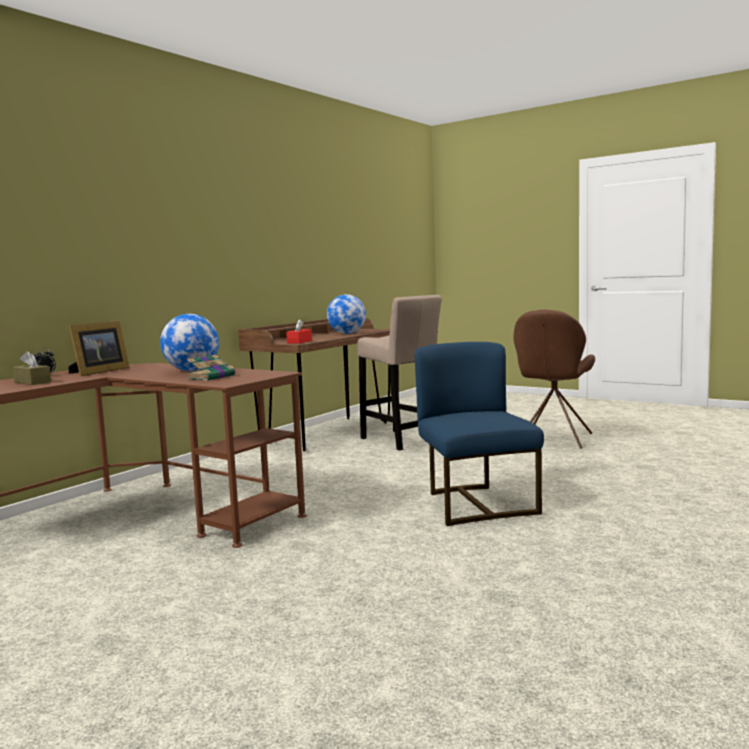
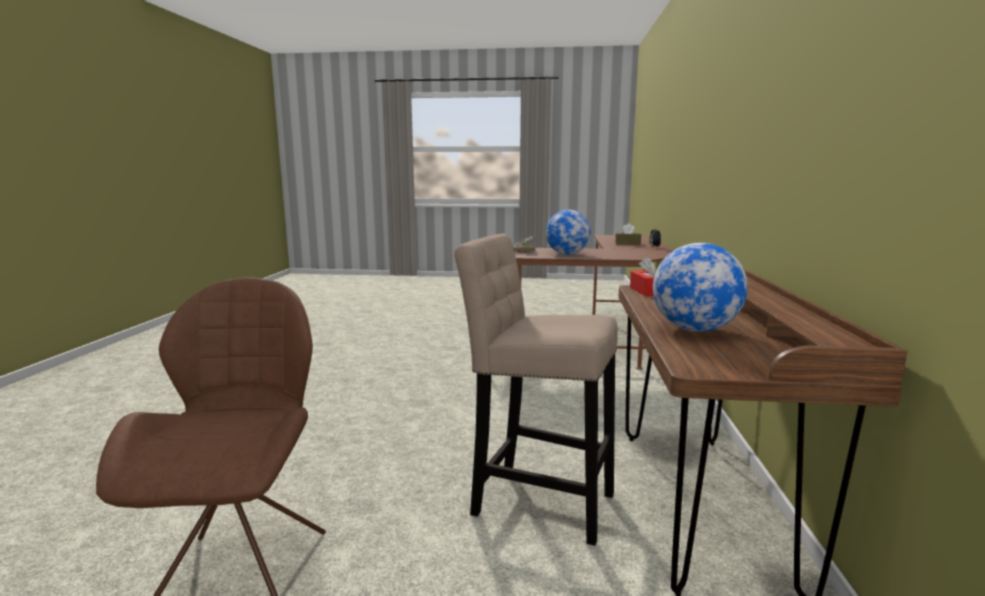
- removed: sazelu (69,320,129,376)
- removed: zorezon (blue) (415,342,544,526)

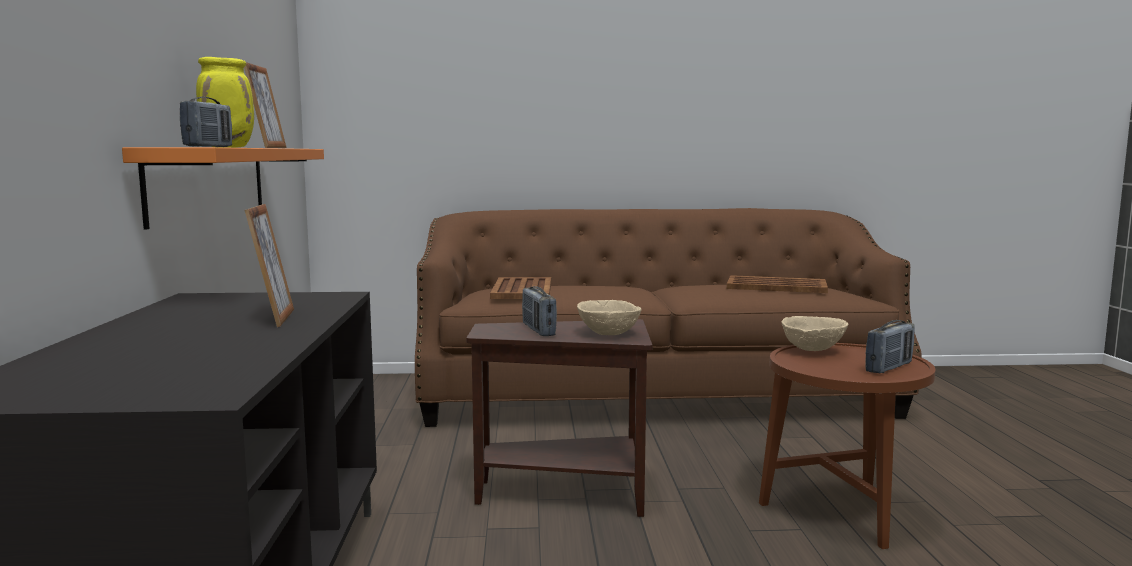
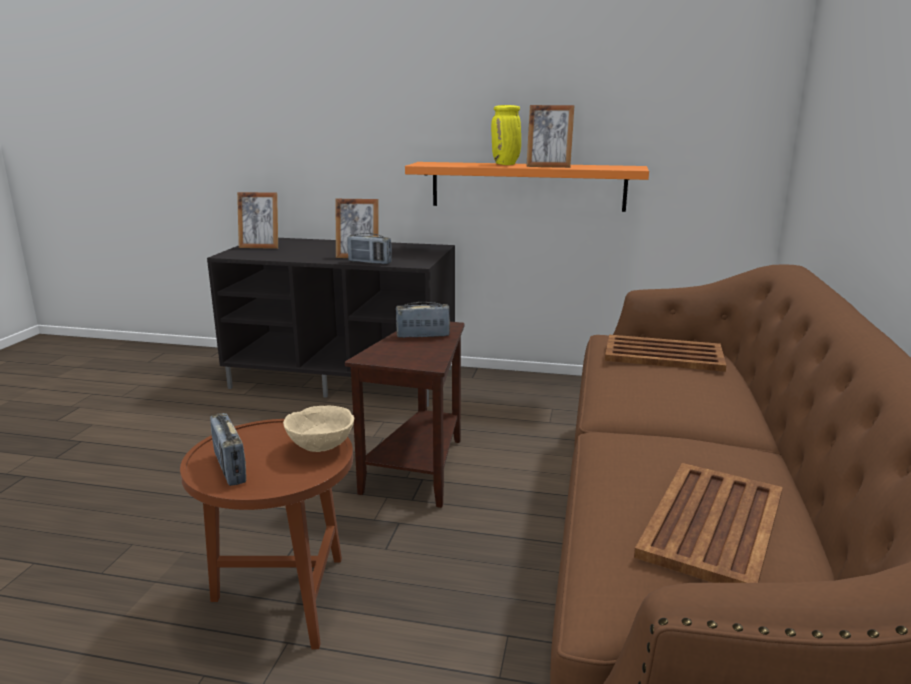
- added: sazelu (237,192,278,249)
- moved: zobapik (180,97,232,147) to (347,233,392,264)
- removed: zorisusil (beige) (577,300,642,335)

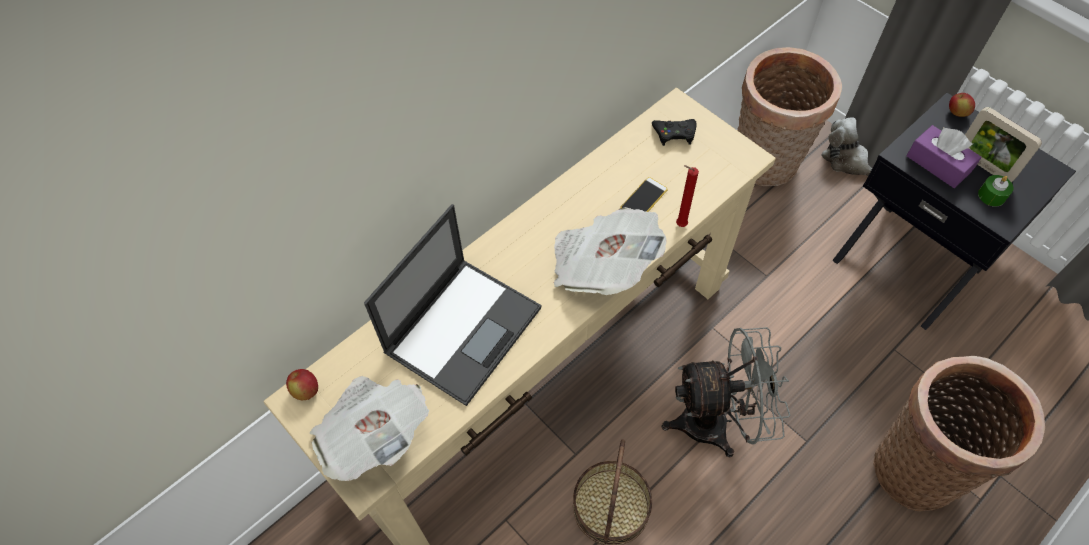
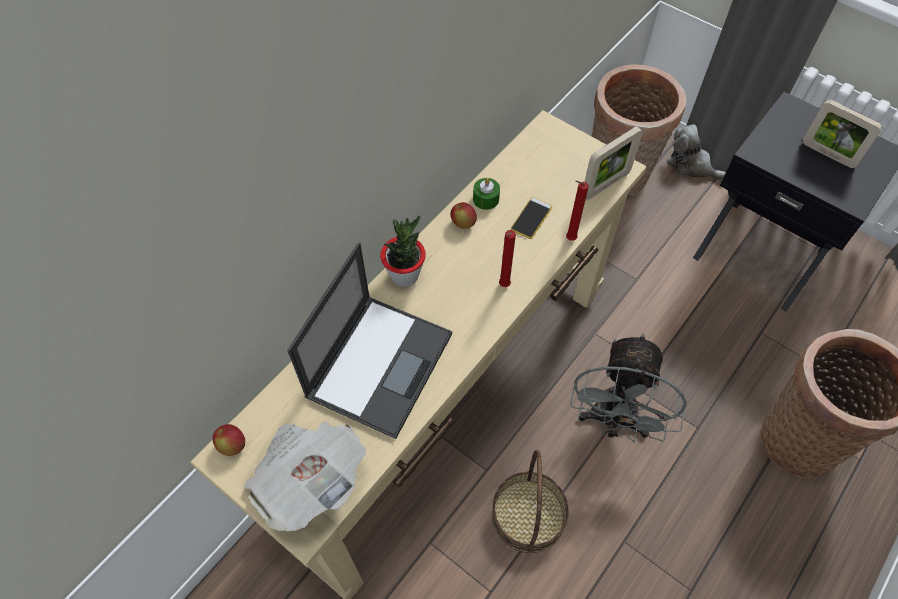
- added: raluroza (380,215,426,287)
- moved: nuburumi (949,93,975,117) to (451,202,477,229)
- moved: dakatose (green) (978,175,1014,207) to (473,178,500,210)
- replaced: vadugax (554,207,667,295) to dakatose (red) (499,230,516,287)
- turned: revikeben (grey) (661,327,791,458) = (570,333,687,442) 120 degrees clockwise
- added: sazelu (584,126,643,200)
- removed: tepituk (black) (652,119,696,146)
- removed: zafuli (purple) (906,125,981,188)

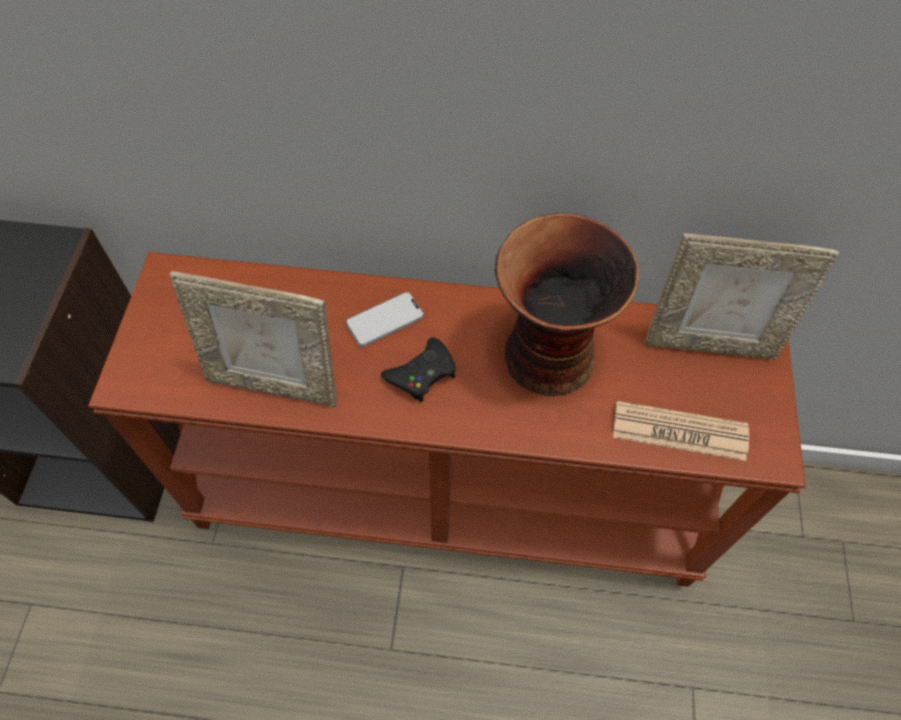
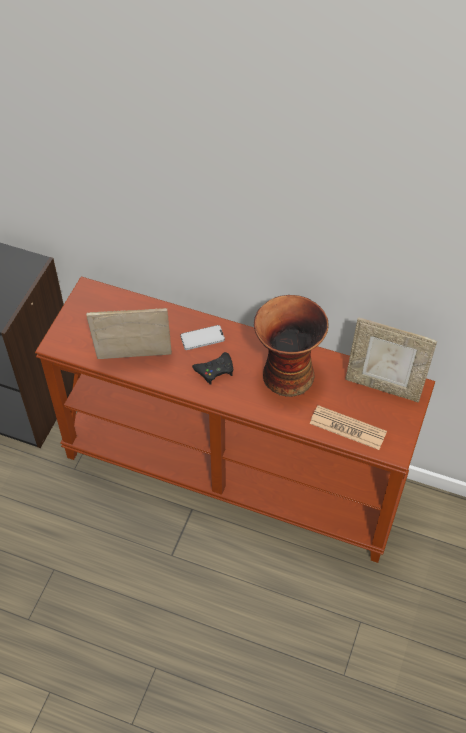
- turned: sazelu (169,271,337,407) = (86,308,172,359) 150 degrees clockwise

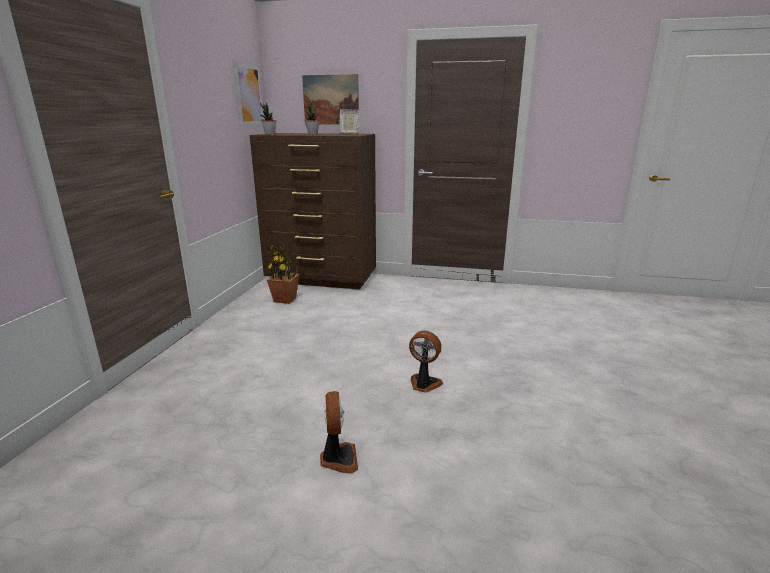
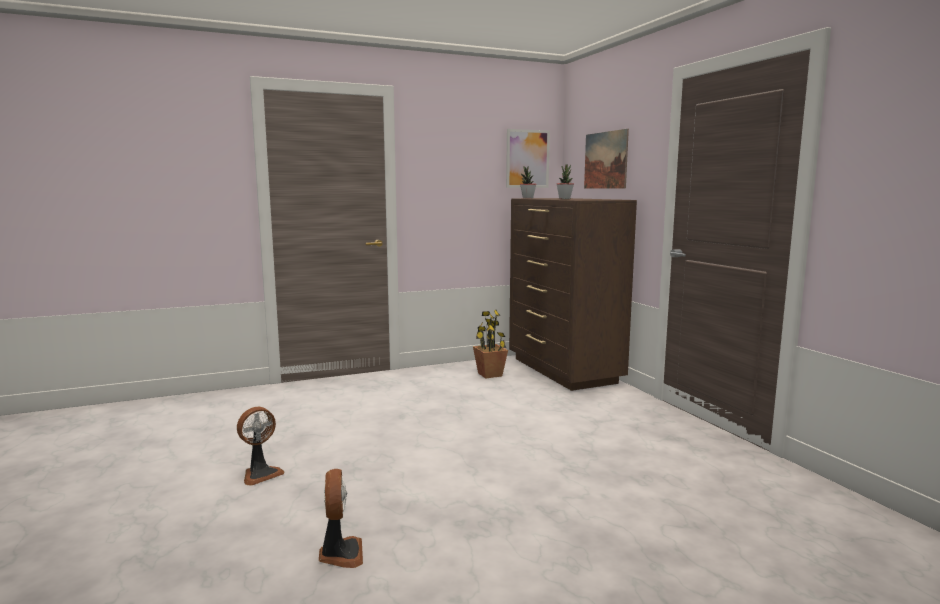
- moved: revikeben (409,330,443,393) to (319,469,363,568)
- removed: sazelu (339,109,360,134)

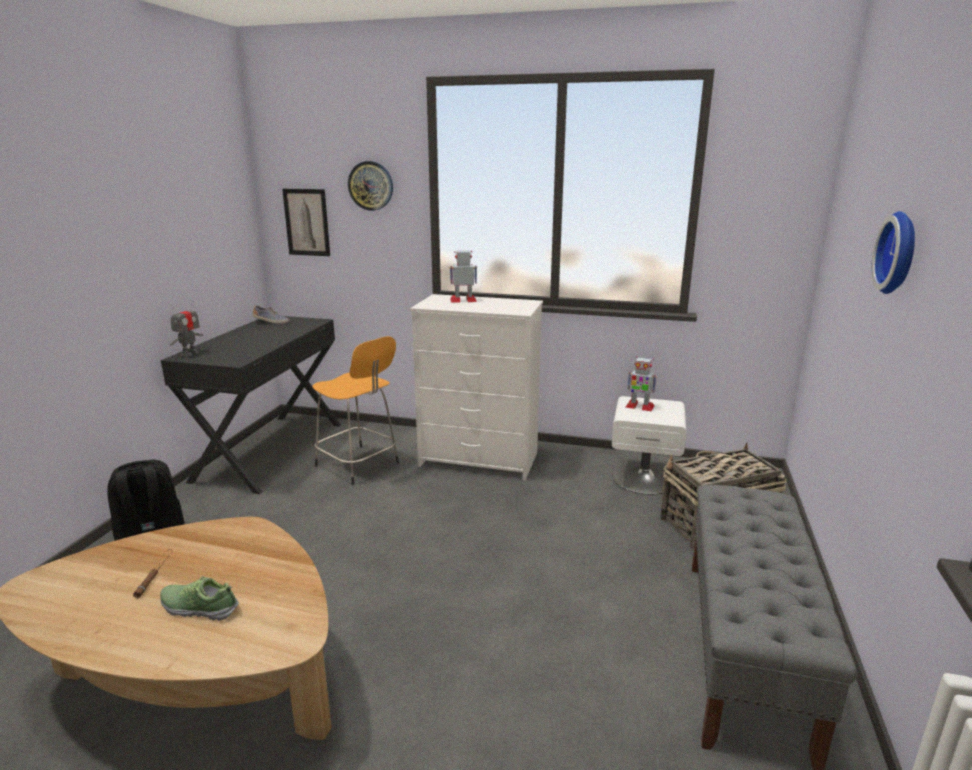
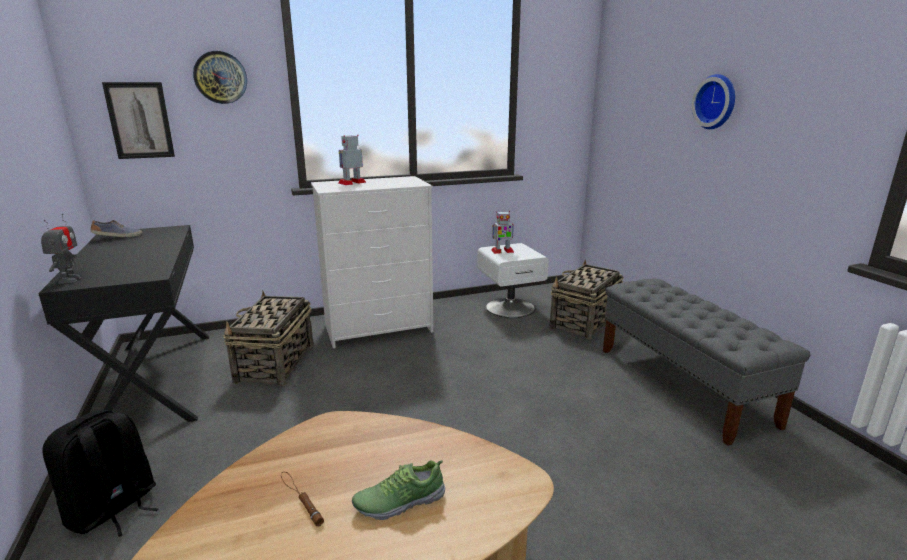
- replaced: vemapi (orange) (312,336,399,485) to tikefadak (223,291,313,386)

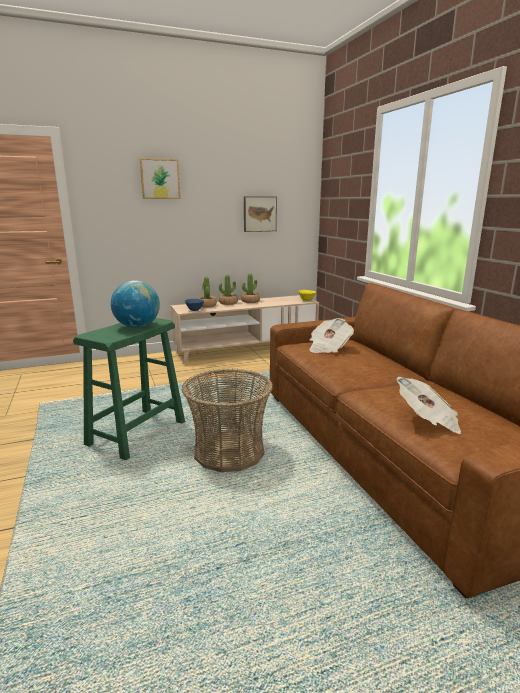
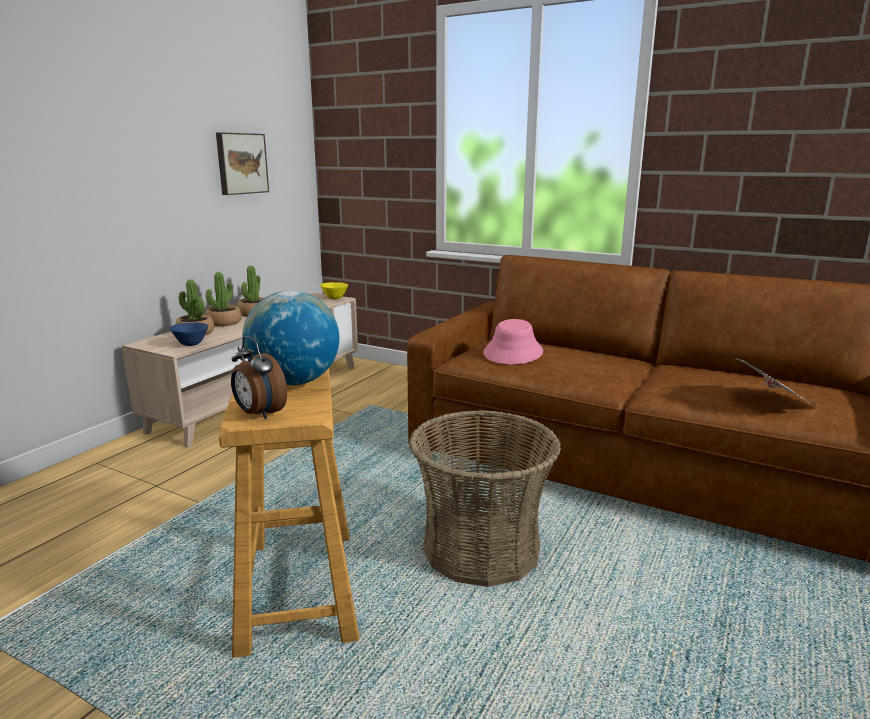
- recoloured: vemapi (green) (73,318,185,460) to vemapi (beige) (219,368,359,658)
- added: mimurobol (231,336,287,420)
- replaced: vadugax (309,318,354,353) to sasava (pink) (483,319,543,365)
- removed: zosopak (140,158,180,199)

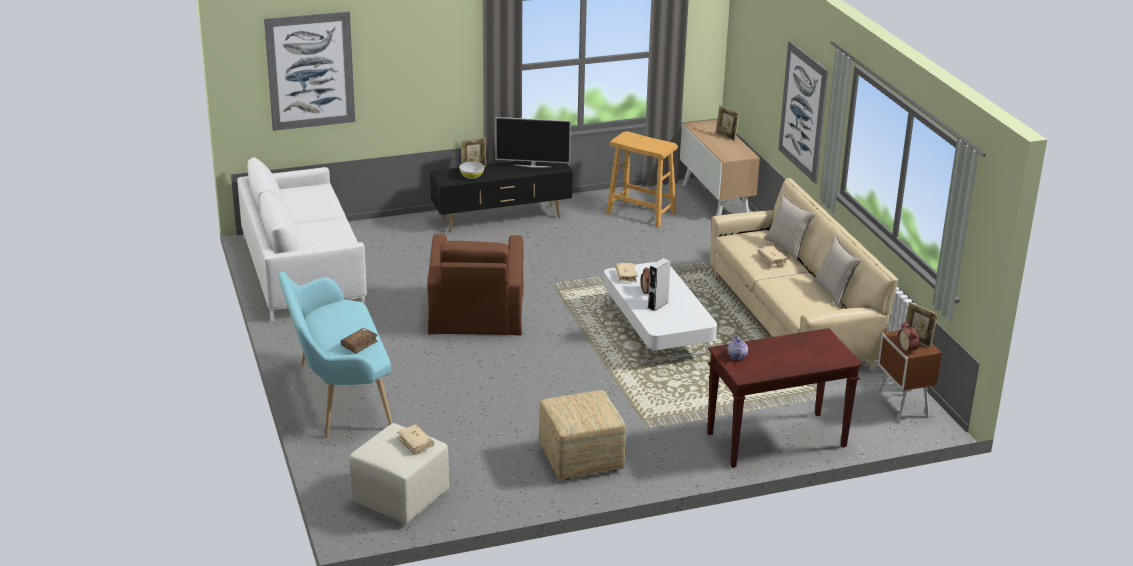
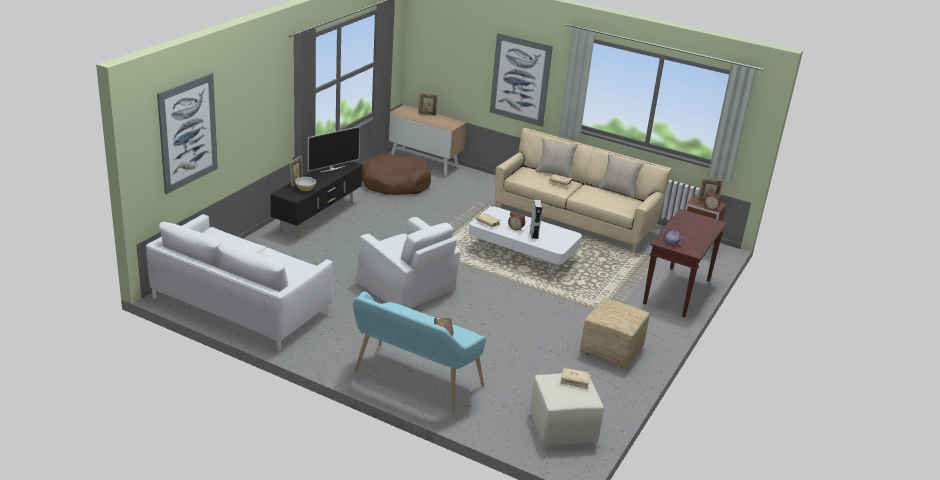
- recoloured: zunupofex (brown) (427,234,524,336) to zunupofex (white) (356,217,461,308)
- replaced: vemapi (beige) (606,131,678,227) to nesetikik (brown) (362,154,431,195)

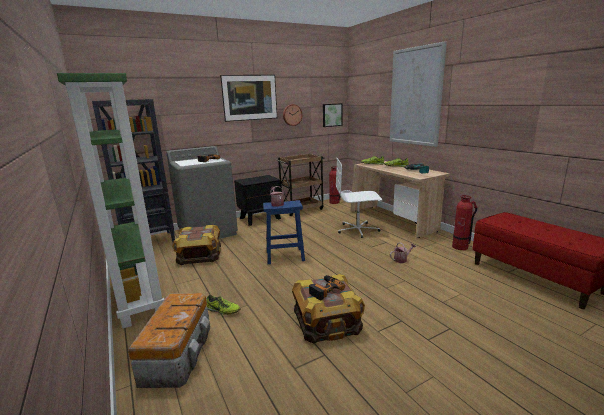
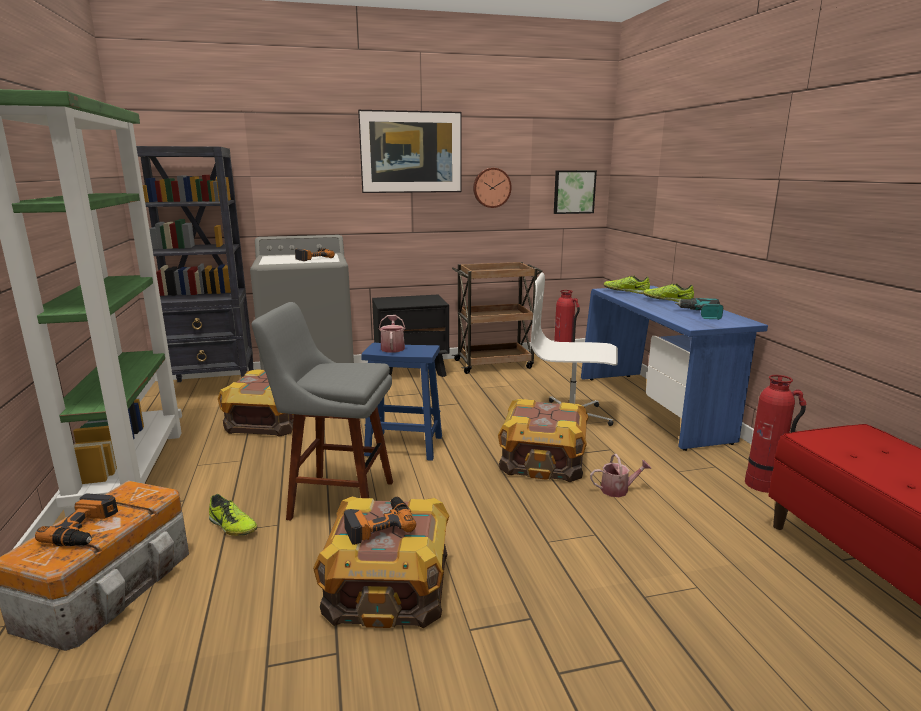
- added: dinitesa (35,493,118,546)
- added: vemapi (grey) (252,302,393,520)
- added: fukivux (498,399,589,482)
- recoloured: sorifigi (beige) (351,161,450,238) to sorifigi (blue) (581,286,768,451)
- removed: zosopak (390,41,447,147)

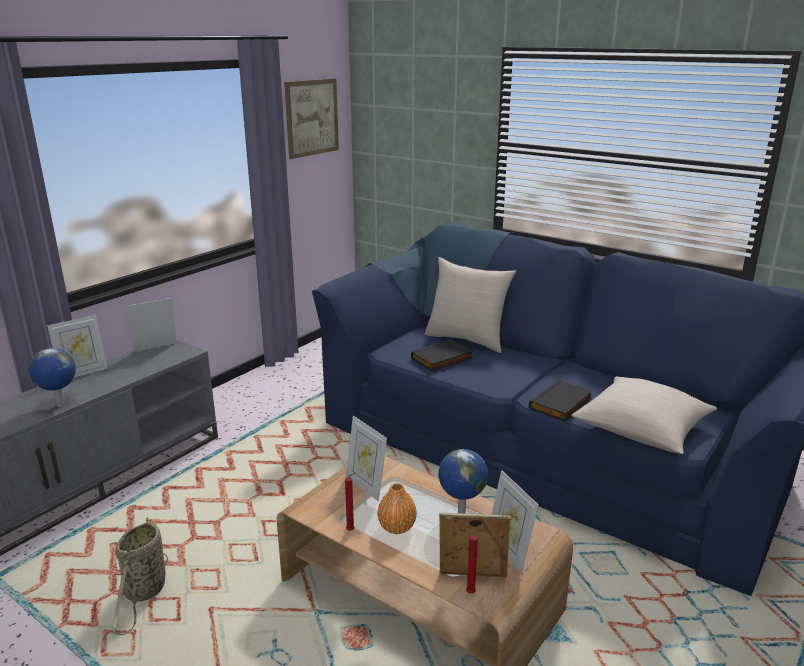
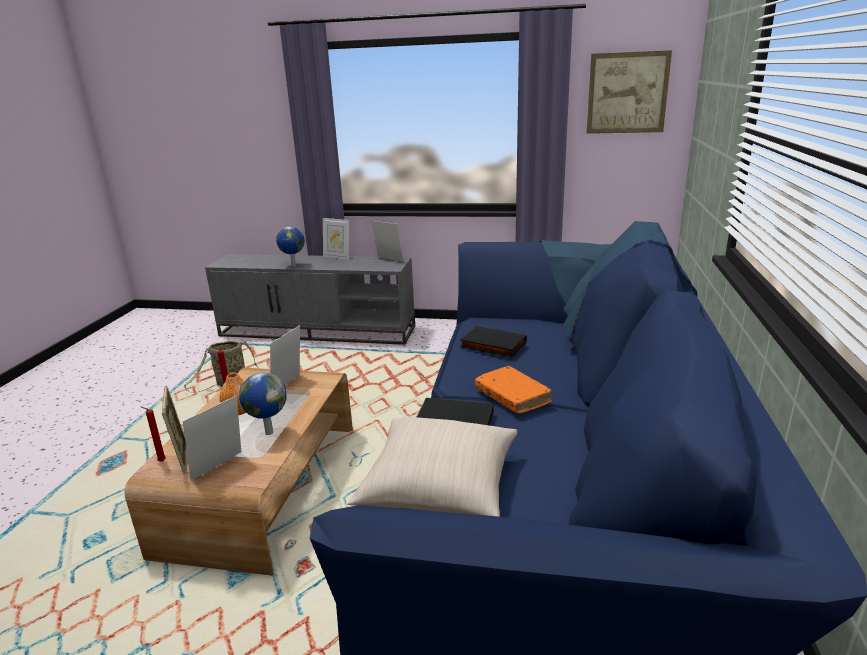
- added: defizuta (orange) (475,366,552,414)
- removed: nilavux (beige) (425,257,516,353)

